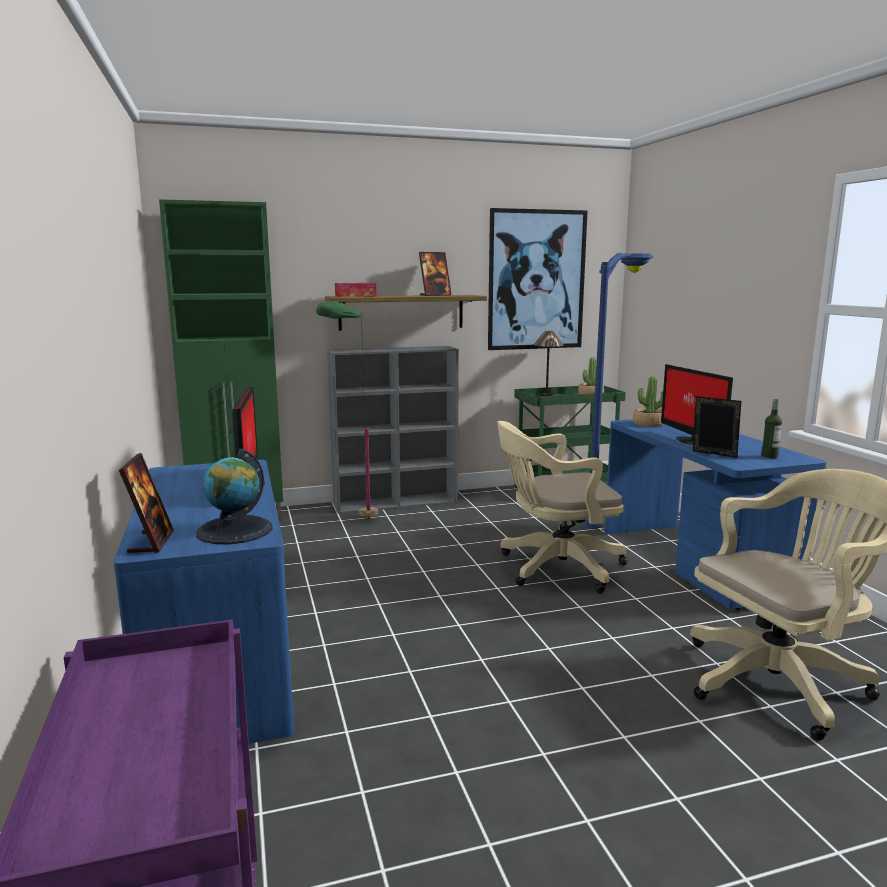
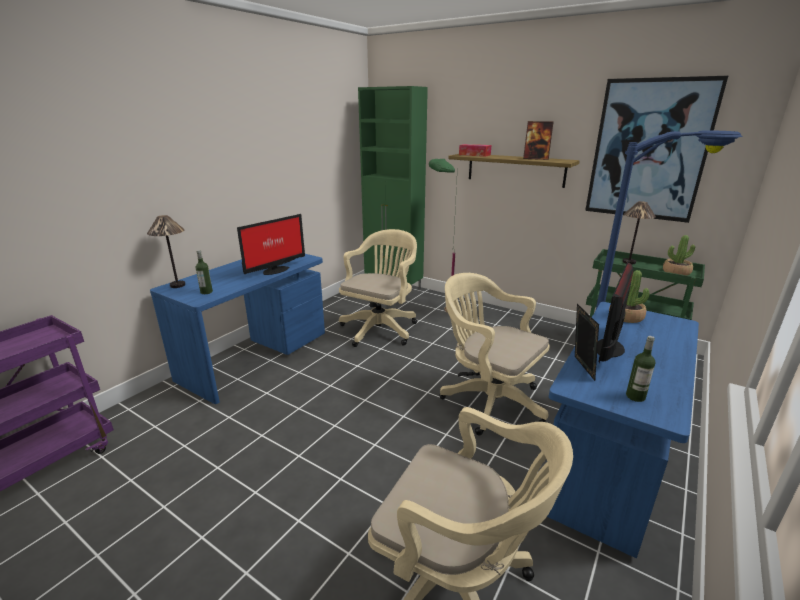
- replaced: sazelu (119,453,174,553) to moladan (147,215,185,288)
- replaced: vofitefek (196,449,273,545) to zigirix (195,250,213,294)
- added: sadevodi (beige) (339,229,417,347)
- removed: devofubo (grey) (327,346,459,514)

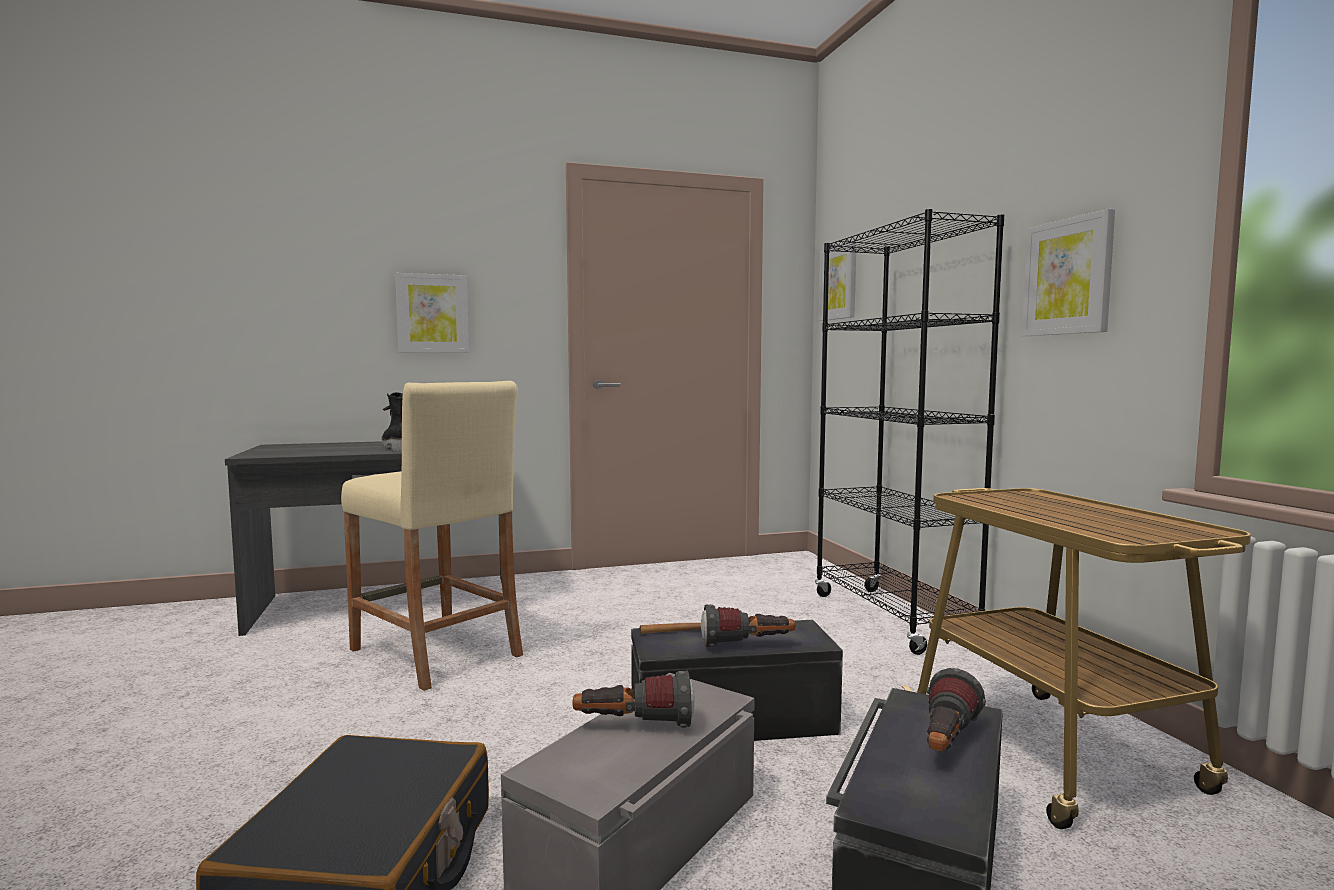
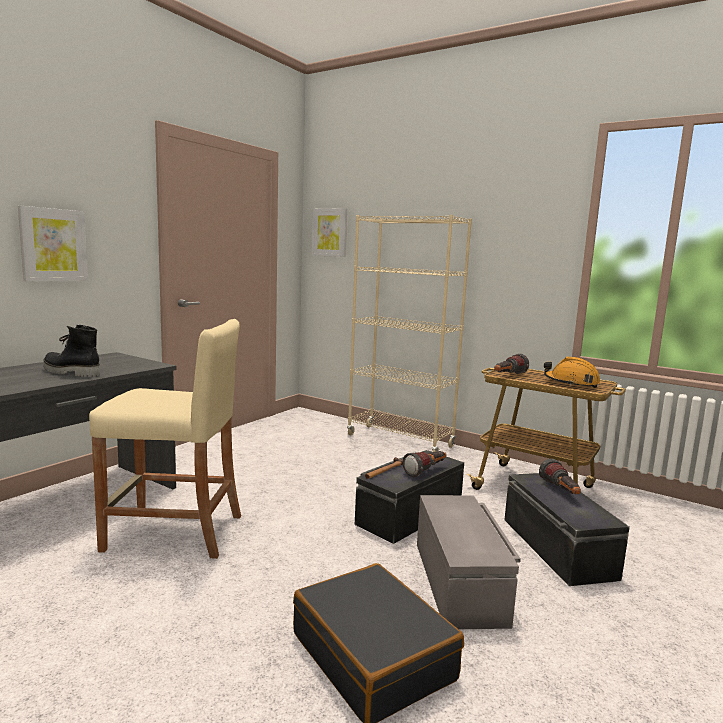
- recoloured: devofubo (black) (815,209,1005,655) to devofubo (beige) (347,215,472,452)
- moved: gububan (572,671,695,728) to (494,353,529,374)
- added: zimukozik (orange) (544,357,600,388)
- removed: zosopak (1022,209,1115,336)

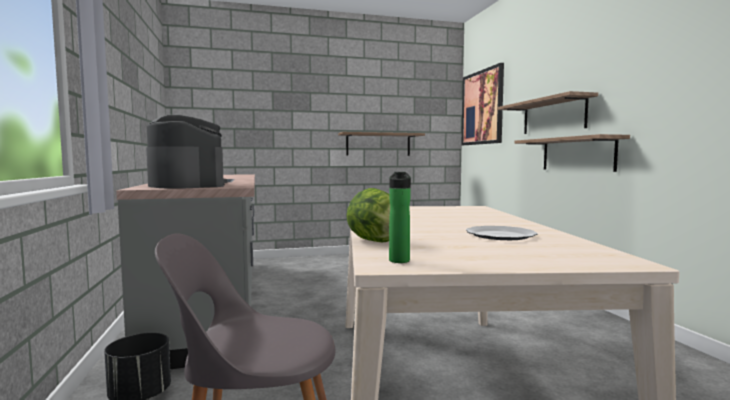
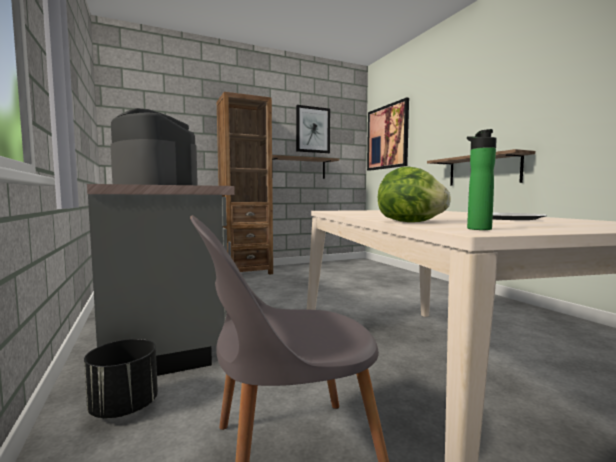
- added: devofubo (brown) (217,92,273,275)
- added: zosopak (296,105,330,153)
- removed: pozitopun (497,91,598,134)

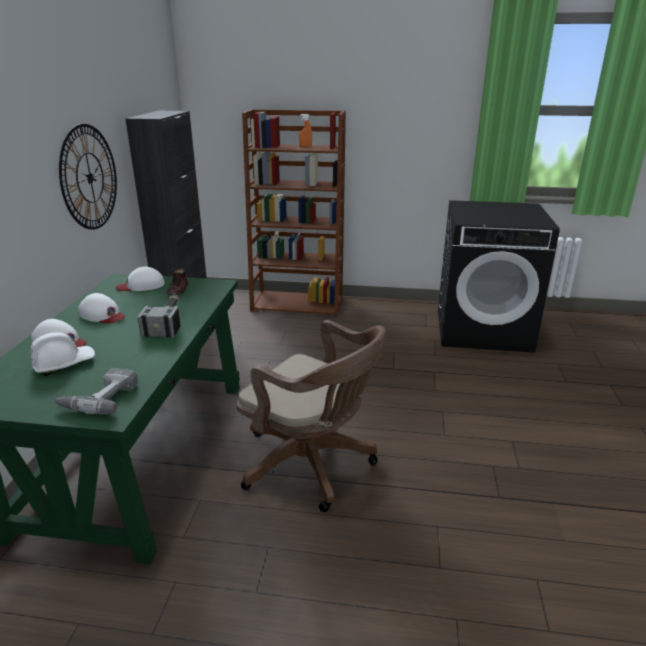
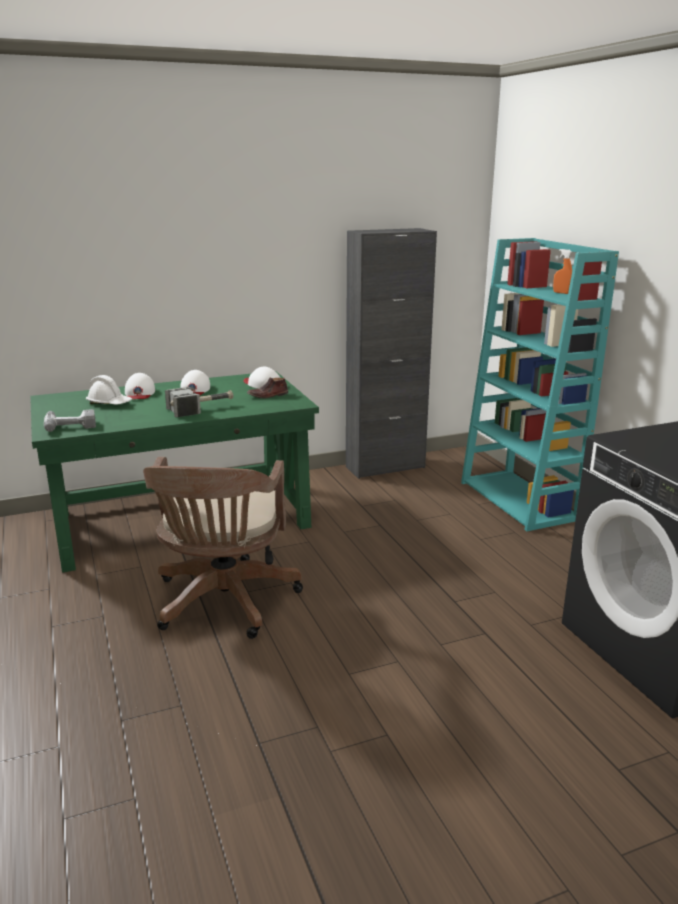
- recoloured: devofubo (brown) (242,109,346,317) to devofubo (turquoise) (461,238,619,531)
- removed: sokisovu (59,124,117,230)

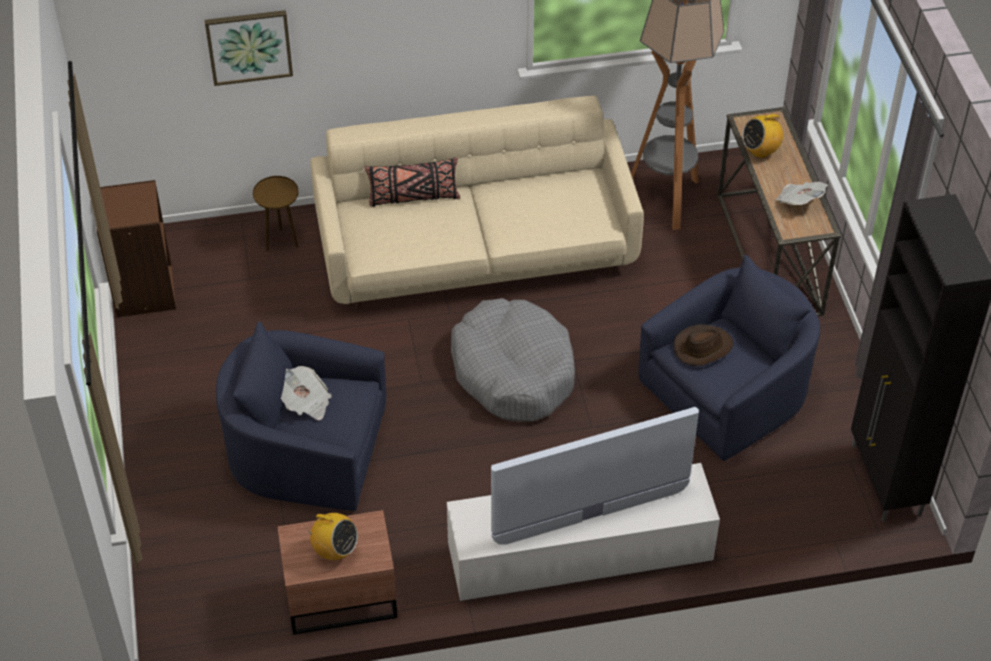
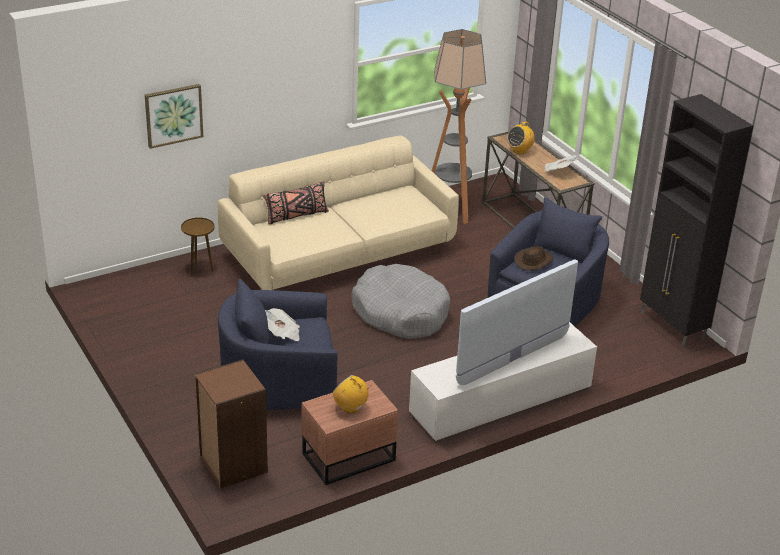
- moved: devofubo (brown) (96,180,176,317) to (194,360,268,489)
- turned: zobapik (304,513,358,560) = (333,375,372,413) 150 degrees counterclockwise

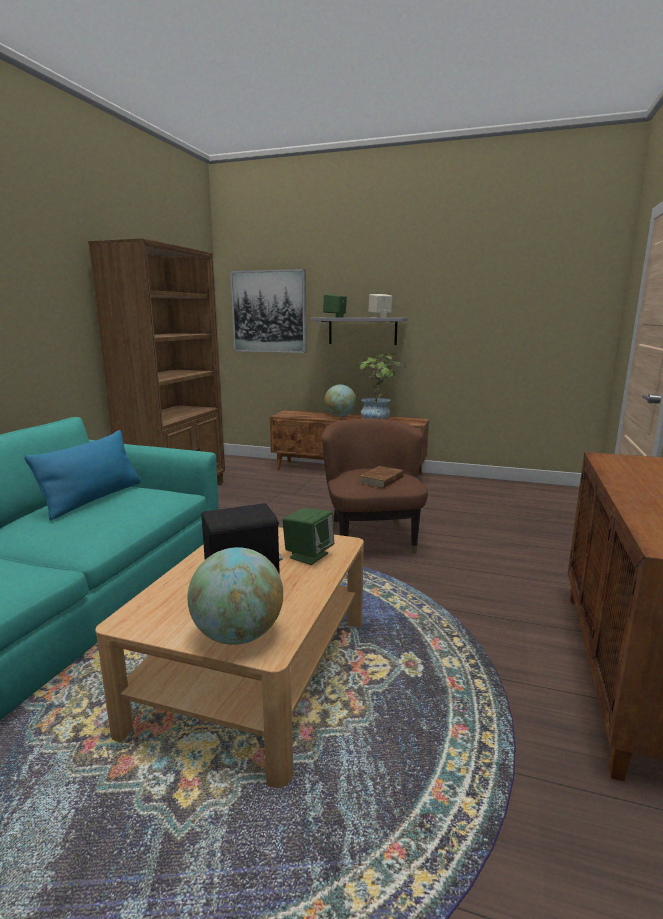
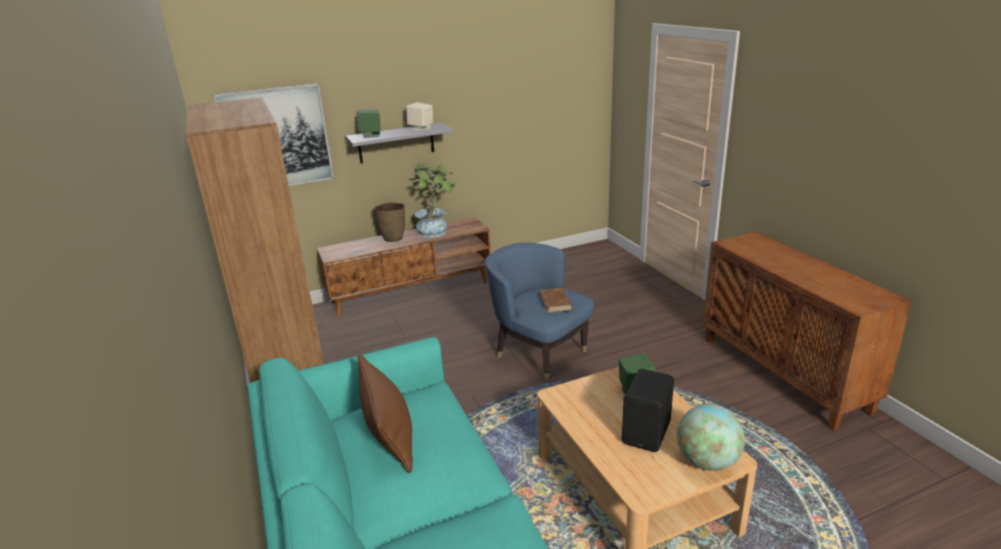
- recoloured: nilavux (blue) (25,430,141,520) to nilavux (brown) (357,354,413,473)
- replaced: vofitefek (324,384,356,417) to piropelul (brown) (374,202,405,242)
- recoloured: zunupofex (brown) (322,418,428,554) to zunupofex (blue) (485,242,594,380)

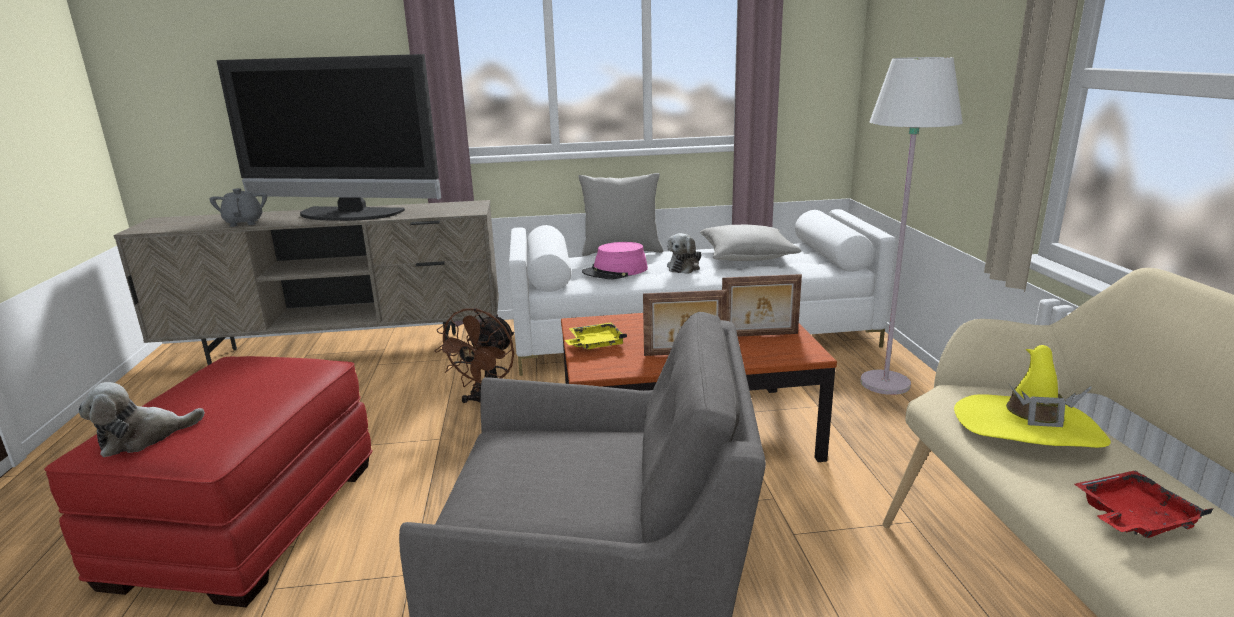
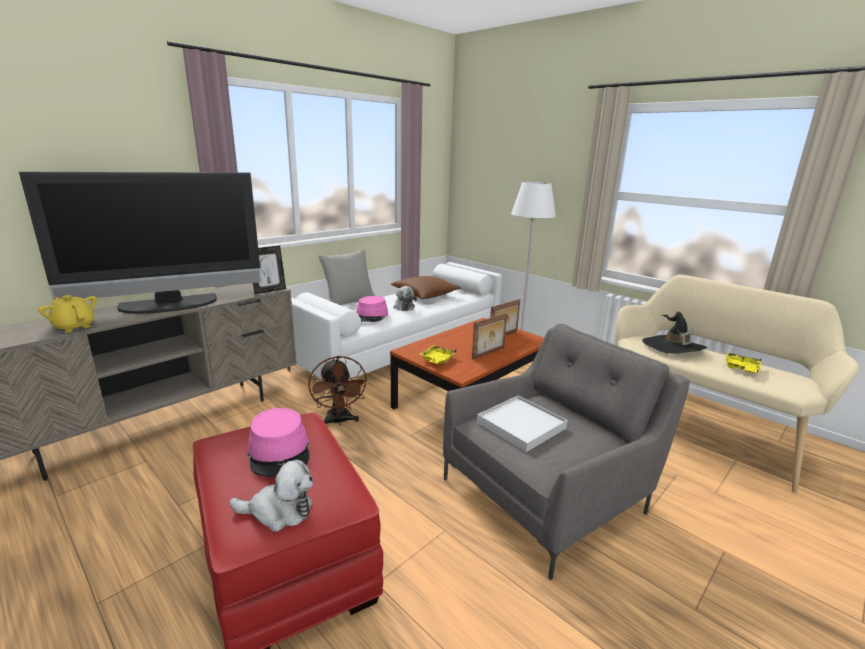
- recoloured: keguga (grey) (209,188,267,227) to keguga (yellow) (38,295,97,333)
- turned: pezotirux (78,382,205,457) = (229,460,313,532) 105 degrees counterclockwise
- added: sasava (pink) (247,408,310,477)
- added: sazelu (253,246,286,294)
- recoloured: nilavux (grey) (700,225,801,261) to nilavux (brown) (391,276,461,299)
- added: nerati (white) (477,396,567,452)
- recoloured: sasava (yellow) (954,345,1111,448) to sasava (black) (642,312,707,354)
- recoloured: nerati (red) (1074,470,1214,538) to nerati (yellow) (725,352,762,373)

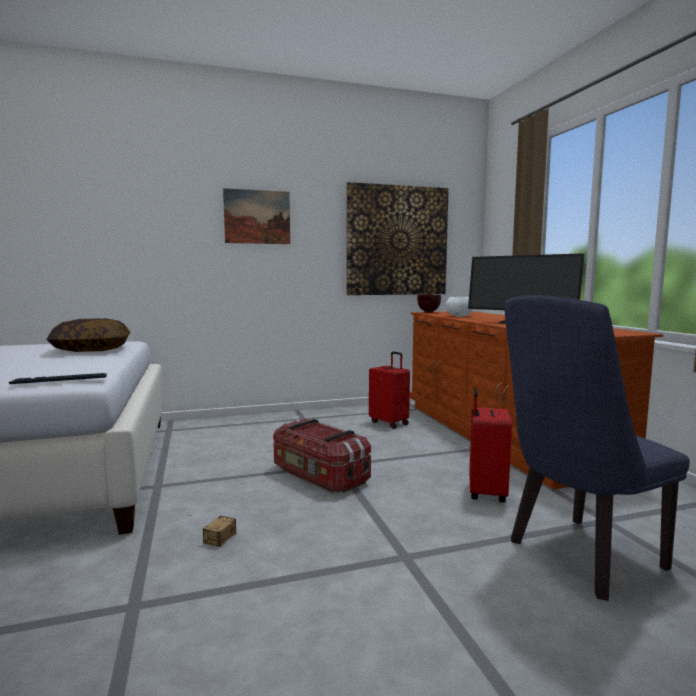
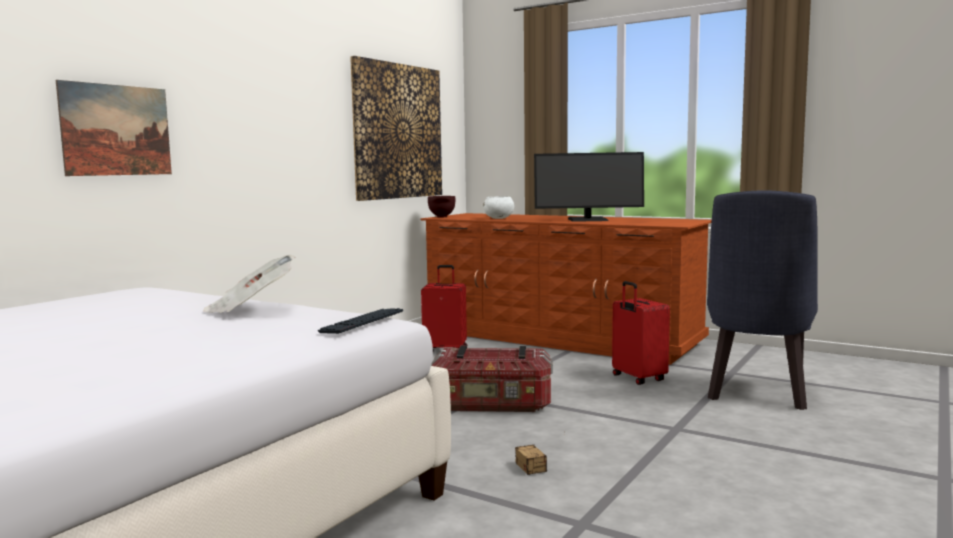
- moved: zosopak (223,188,290,244) to (56,80,172,176)
- added: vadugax (203,255,295,313)
- removed: nilavux (46,318,131,352)

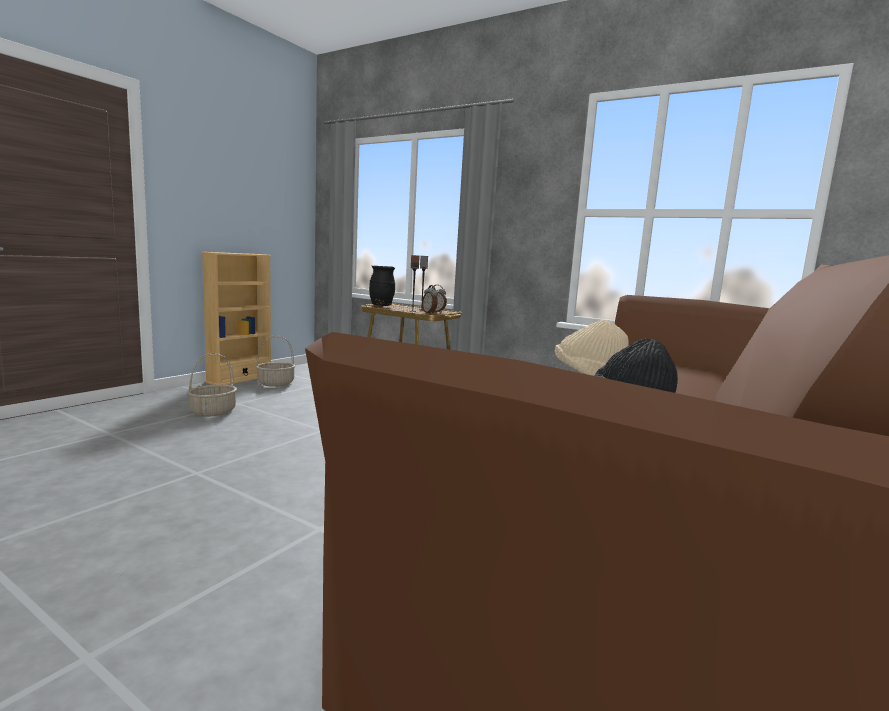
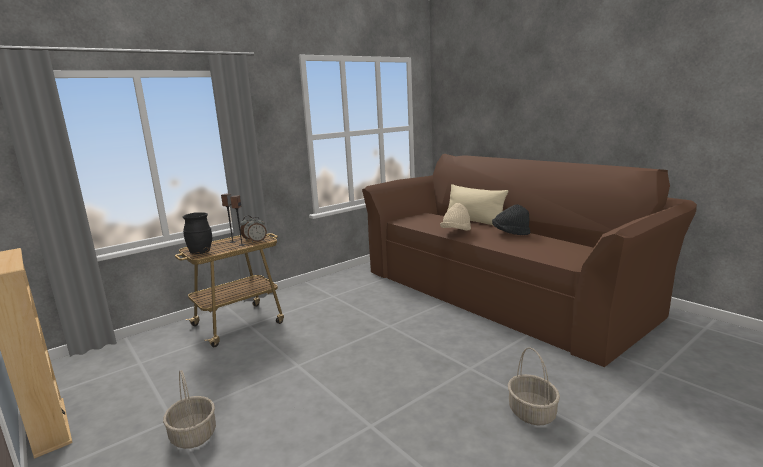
- added: nilavux (beige) (447,184,508,225)
- moved: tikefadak (256,335,295,387) to (508,347,560,425)

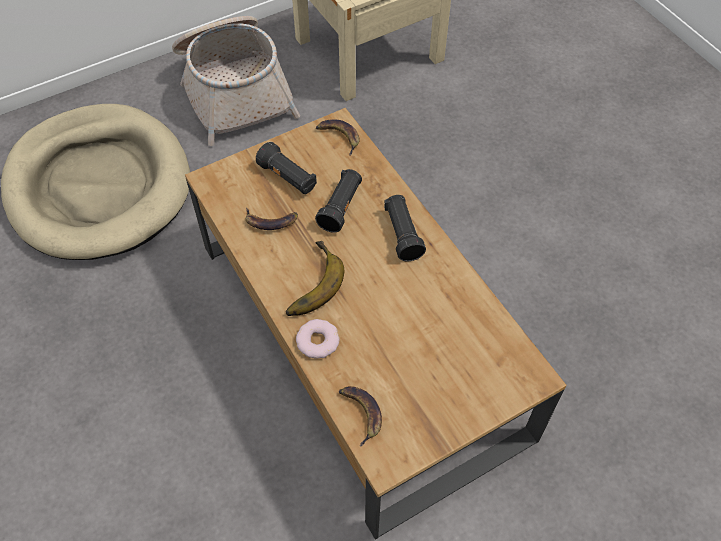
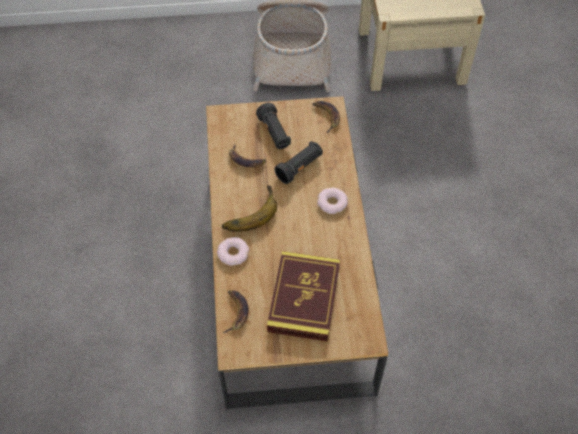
- added: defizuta (267,251,340,341)
- replaced: gububan (black) (384,195,426,261) to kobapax (317,187,348,214)
- removed: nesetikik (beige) (1,104,190,260)

